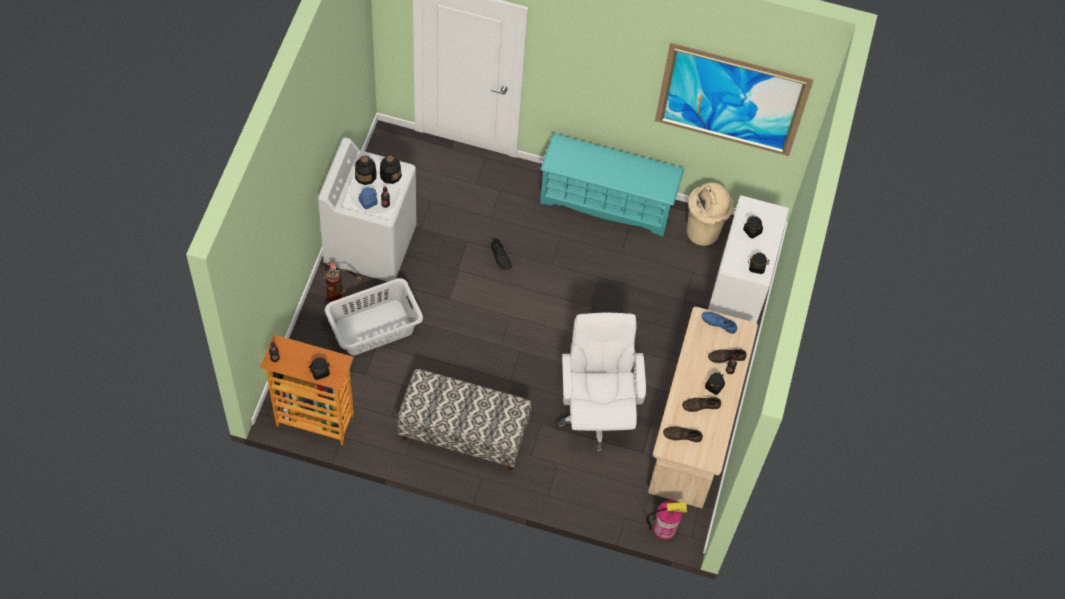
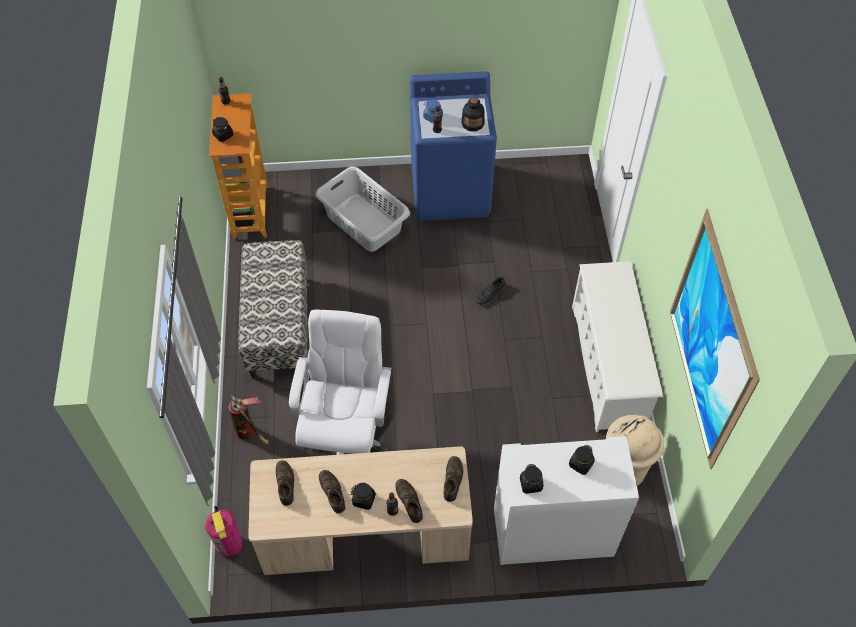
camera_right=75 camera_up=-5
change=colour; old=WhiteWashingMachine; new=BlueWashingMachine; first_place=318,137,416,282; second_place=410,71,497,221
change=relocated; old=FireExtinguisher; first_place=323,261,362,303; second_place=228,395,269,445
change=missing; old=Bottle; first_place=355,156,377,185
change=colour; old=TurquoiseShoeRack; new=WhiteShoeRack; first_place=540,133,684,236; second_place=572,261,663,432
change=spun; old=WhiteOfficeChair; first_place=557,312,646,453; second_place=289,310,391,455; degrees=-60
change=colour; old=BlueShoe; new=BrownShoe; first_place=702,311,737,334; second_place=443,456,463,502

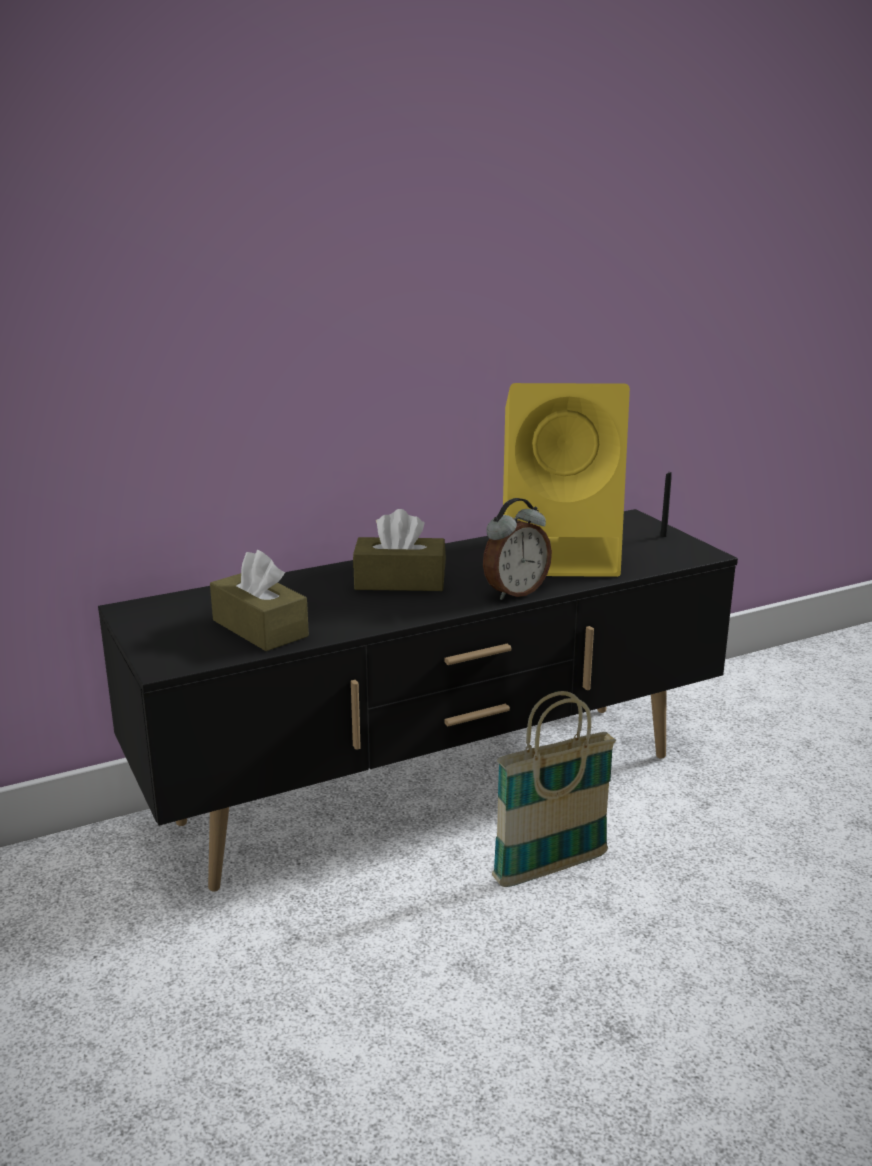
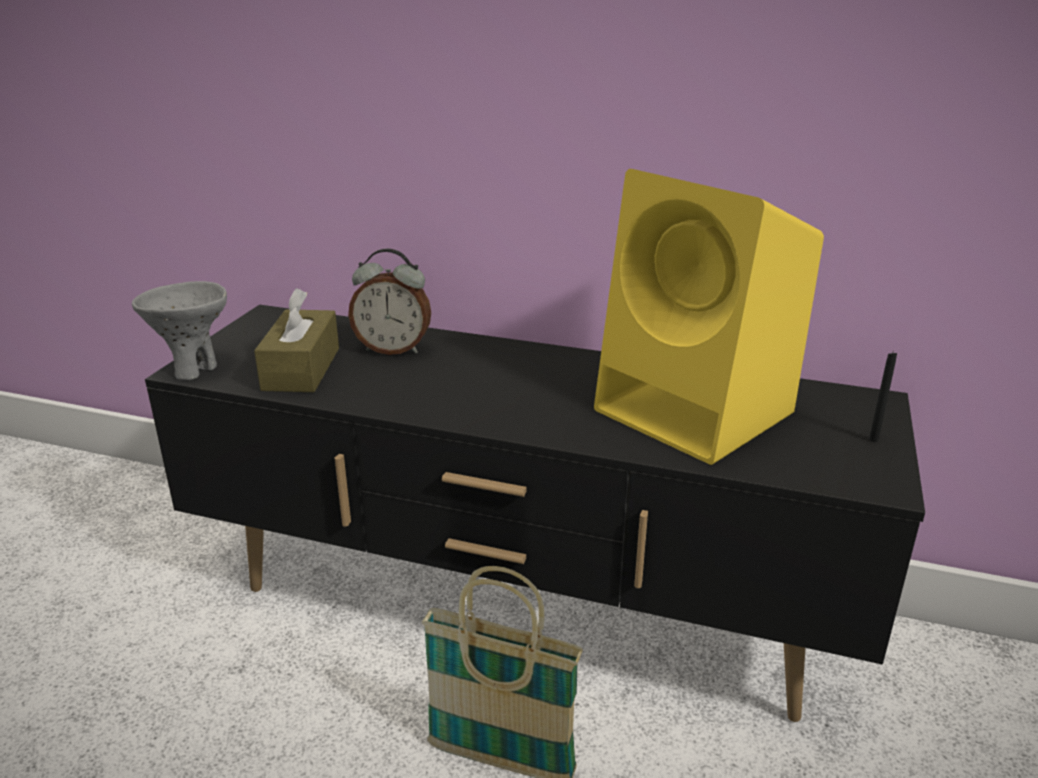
camera_right=45 camera_up=5
change=missing; old=BrownTissueBox; first_place=353,509,446,591
change=relocated; old=AlarmClock; first_place=483,498,552,600; second_place=348,248,431,355
change=appeared; new=GreyBowl; second_place=132,281,227,380

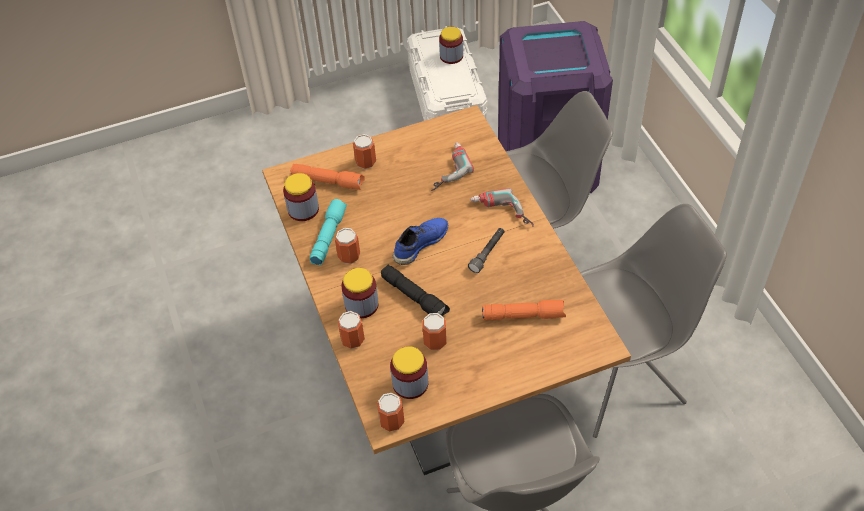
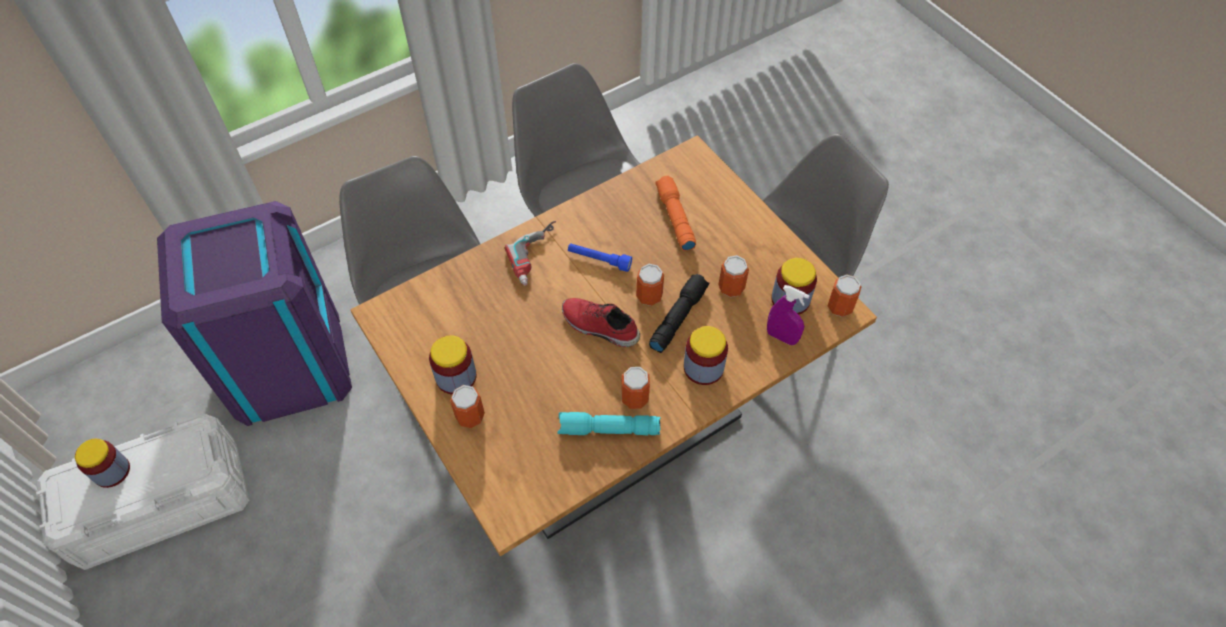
camera_right=-105 camera_up=5
change=relocated; old=Jar; first_place=283,173,319,221; second_place=429,335,476,394
change=missing; old=OrangeFlashlight; first_place=290,164,365,190
change=relocated; old=Can; first_place=338,311,365,349; second_place=636,264,664,306
change=colour; old=BlueShoe; new=RedShoe; first_place=393,218,448,265; second_place=562,298,640,347
change=missing; old=PowerDrill; first_place=431,142,474,191
change=colour; old=GreyFlashlight; new=BlueFlashlight; first_place=468,228,505,273; second_place=568,243,632,272
change=appeared; new=PurpleSprayBottle; second_place=767,285,809,345

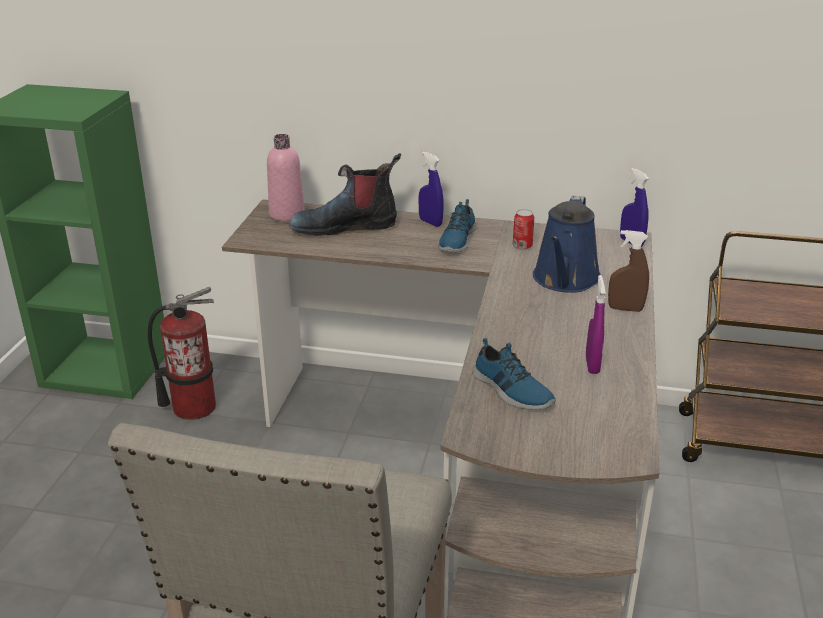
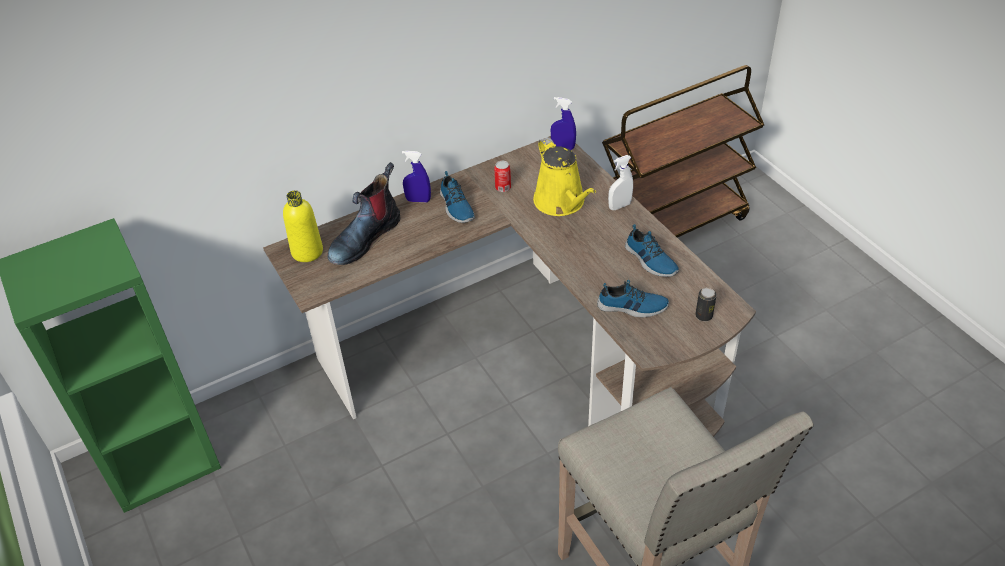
camera_right=-40 camera_up=15
change=missing; old=FireExtinguisher; first_place=148,287,216,420
change=colour; old=PinkBottle; new=YellowBottle; first_place=267,134,305,221; second_place=283,190,323,262
change=colour; old=BlueWateringCan; new=YellowWateringCan; first_place=533,196,601,293; second_place=533,137,596,216
change=exchanged; old=PurpleSprayBottle; new=Shoe; first_place=586,275,606,374; second_place=625,224,679,277
change=colour; old=BrownSprayBottle; new=WhiteSprayBottle; first_place=608,230,649,312; second_place=608,155,633,210
change=appeared; new=Can; second_place=695,287,717,321

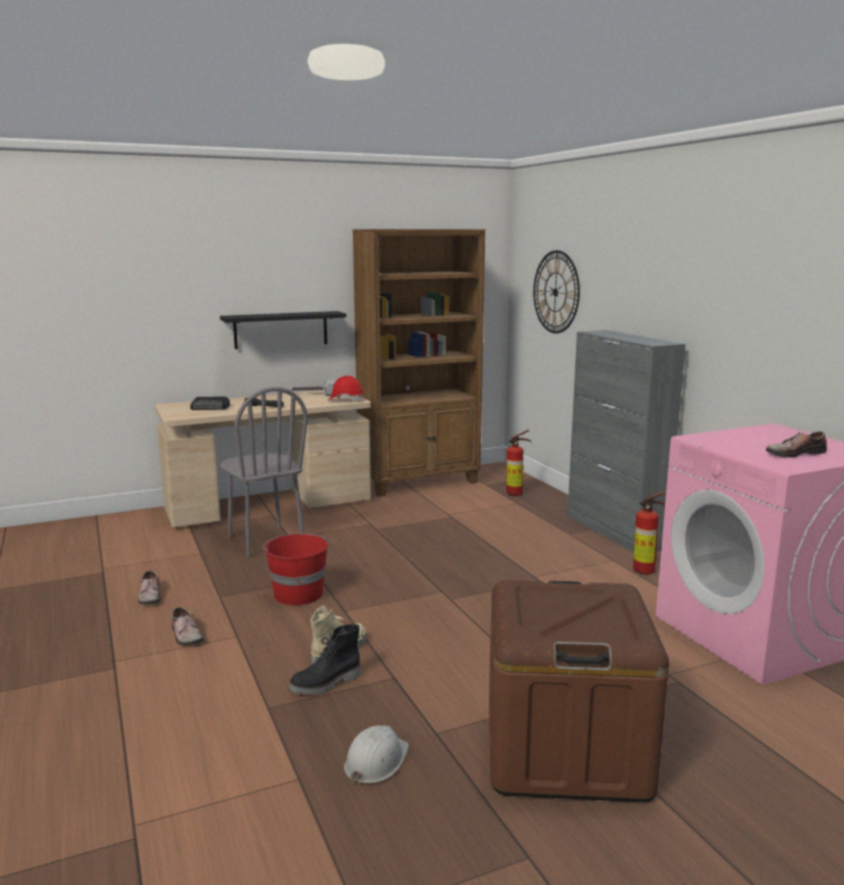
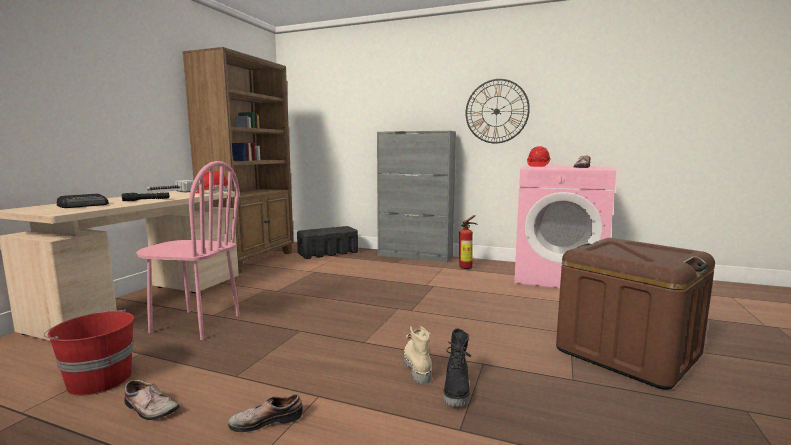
camera_right=-45 camera_up=-5
change=spun; old=Shoe; first_place=172,607,204,645; second_place=228,394,303,432; degrees=150
change=missing; old=BlackShelf; first_place=220,311,346,349
change=colour; old=GreyChair; new=PinkChair; first_place=220,387,308,557; second_place=136,161,240,340
change=relocated; old=RedBucket; first_place=263,534,328,606; second_place=44,309,134,396
change=missing; old=WhiteHardHat; first_place=344,725,409,784
change=exchanged; old=FireExtinguisher; new=BlackStorageBox; first_place=506,430,531,496; second_place=297,226,358,259
change=relocated; old=WallClock; first_place=533,250,580,333; second_place=466,79,530,144
change=appeared; new=RedHardHat; second_place=527,146,551,167

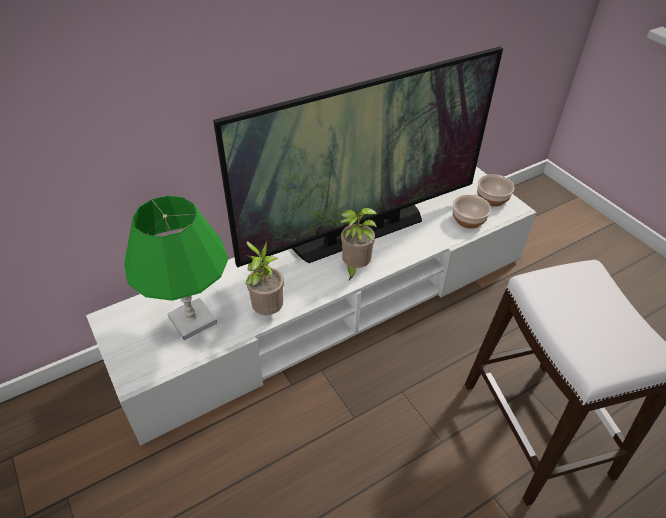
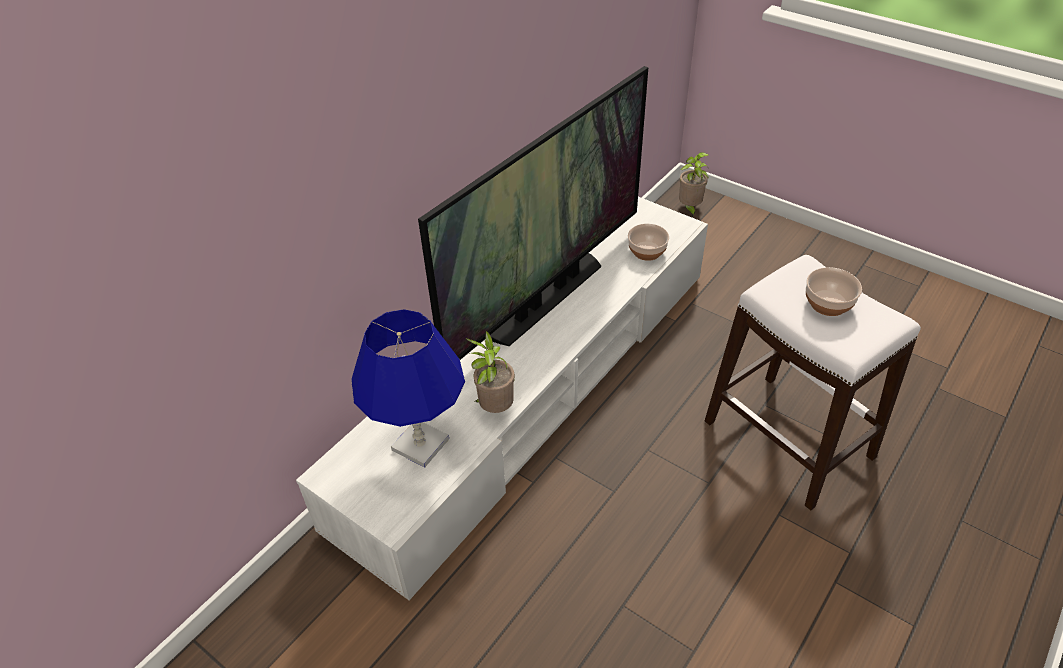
camera_right=-20 camera_up=0
change=colour; old=GreenTableLamp; new=BlueTableLamp; first_place=124,196,229,340; second_place=351,309,465,468
change=relocated; old=PottedPlant; first_place=340,208,377,280; second_place=679,152,709,218
change=relocated; old=Bowl; first_place=477,174,514,207; second_place=806,267,862,316

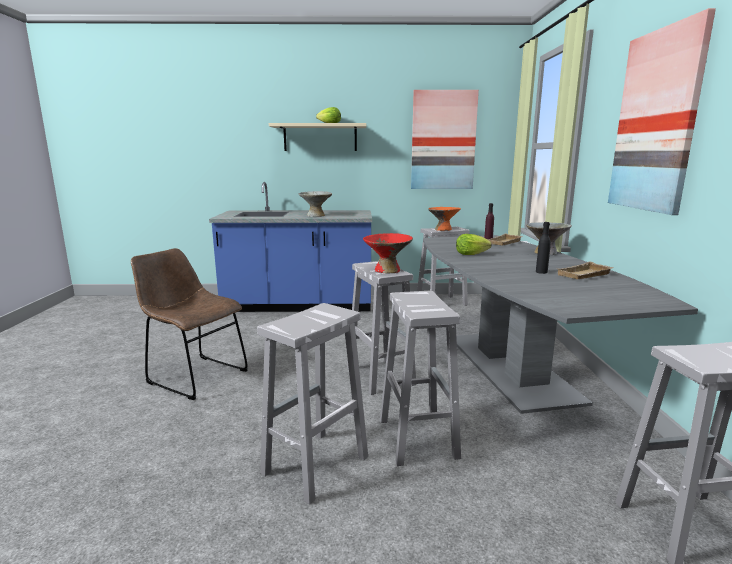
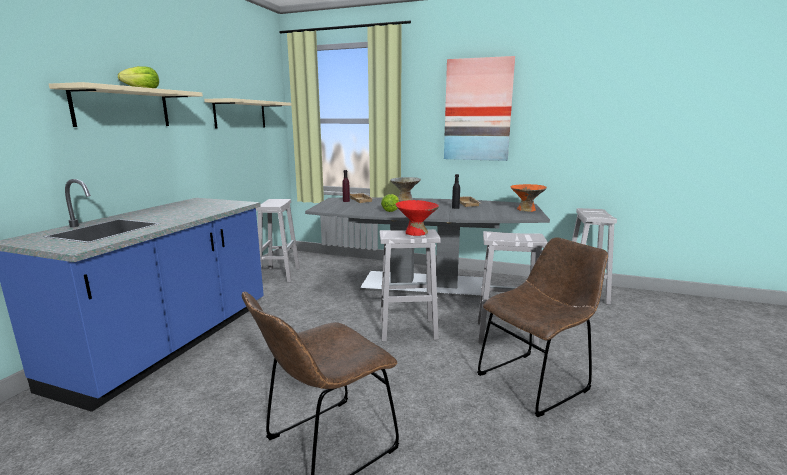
camera_right=-70 camera_up=0
change=exchanged; old=WhiteStool; new=BrownChair; first_place=257,303,368,505; second_place=477,237,608,417
change=missing; old=GreyBowl; first_place=299,191,332,217
change=exchanged; old=Picture; new=BeigeShelf; first_place=411,90,479,189; second_place=204,98,291,128
change=relocated; old=OrangeBowl; first_place=428,207,461,231; second_place=511,184,547,212

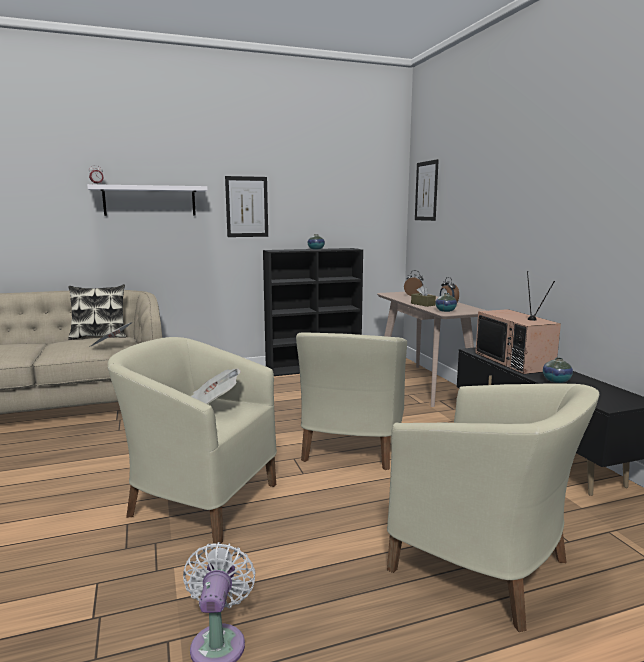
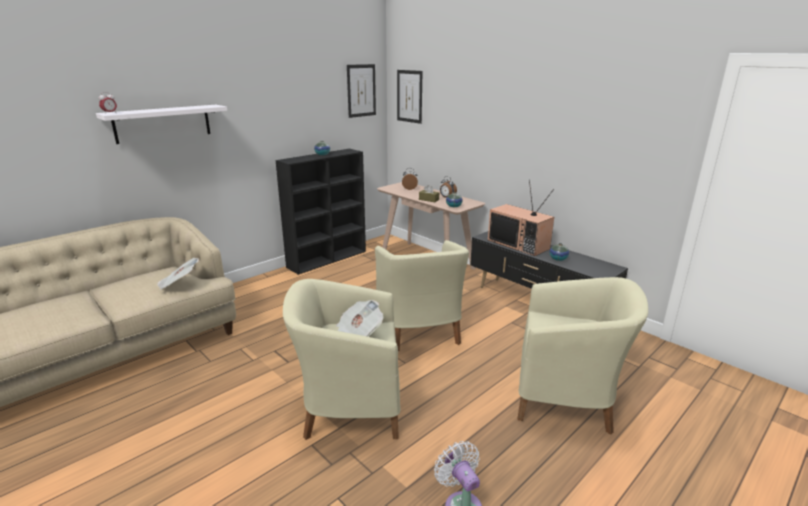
camera_right=-25 camera_up=10
change=missing; old=Pillow; first_place=68,284,126,340
change=relocated; old=Picture; first_place=225,176,268,237; second_place=347,64,376,118

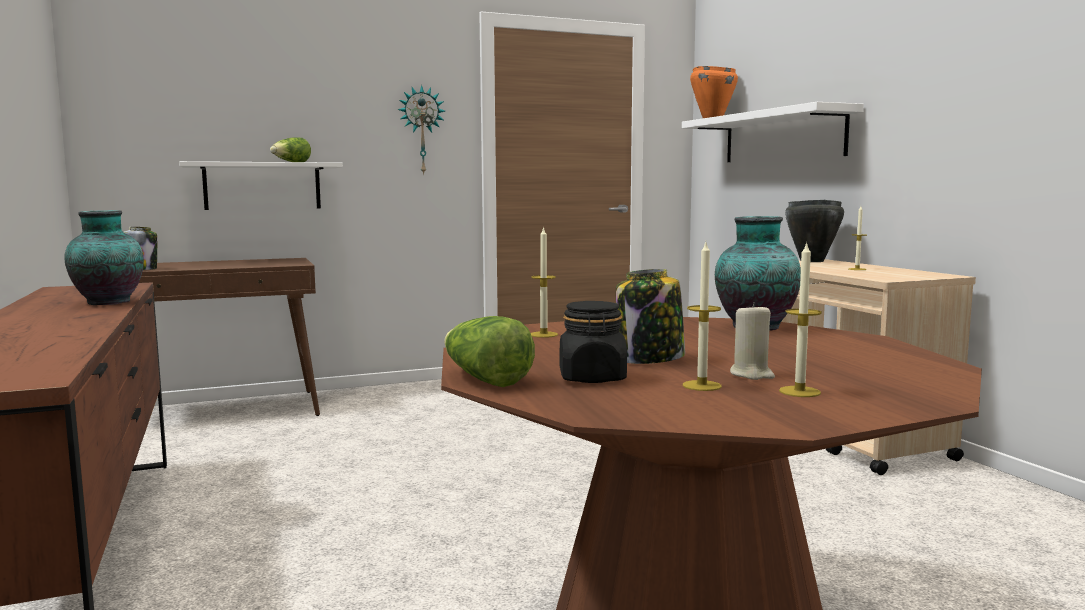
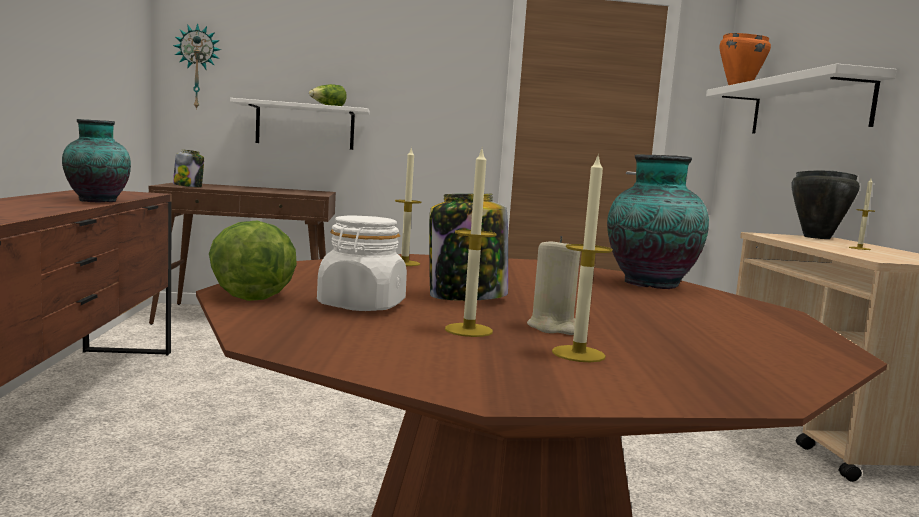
camera_right=15 camera_up=0
change=relocated; old=WallClock; first_place=398,85,445,175; second_place=173,23,221,110
change=colour; old=BlackJar; new=WhiteJar; first_place=560,301,627,383; second_place=317,216,407,311

